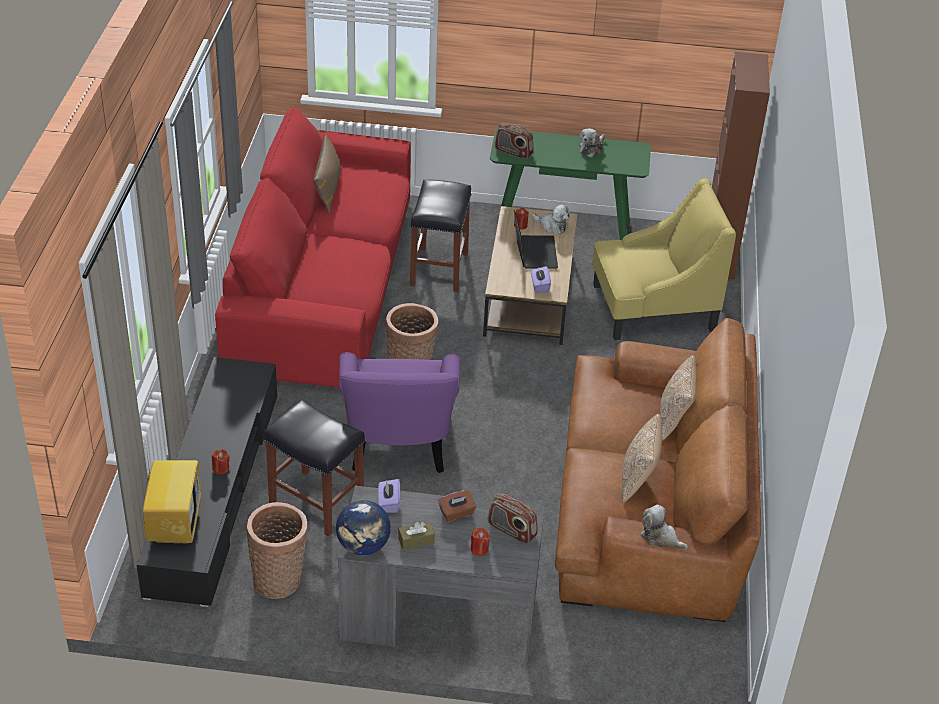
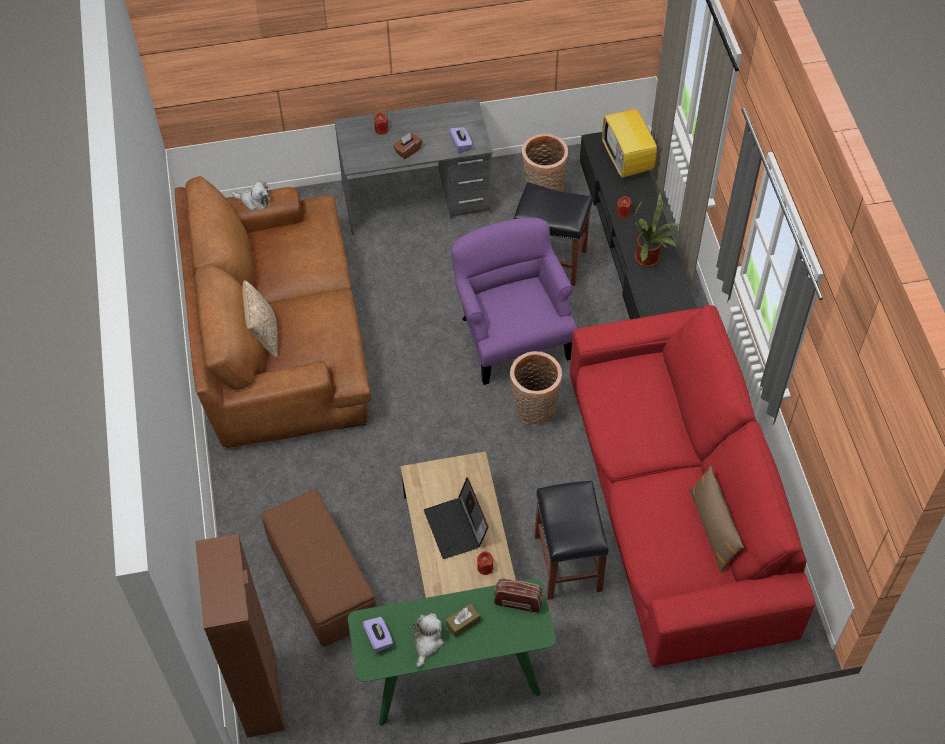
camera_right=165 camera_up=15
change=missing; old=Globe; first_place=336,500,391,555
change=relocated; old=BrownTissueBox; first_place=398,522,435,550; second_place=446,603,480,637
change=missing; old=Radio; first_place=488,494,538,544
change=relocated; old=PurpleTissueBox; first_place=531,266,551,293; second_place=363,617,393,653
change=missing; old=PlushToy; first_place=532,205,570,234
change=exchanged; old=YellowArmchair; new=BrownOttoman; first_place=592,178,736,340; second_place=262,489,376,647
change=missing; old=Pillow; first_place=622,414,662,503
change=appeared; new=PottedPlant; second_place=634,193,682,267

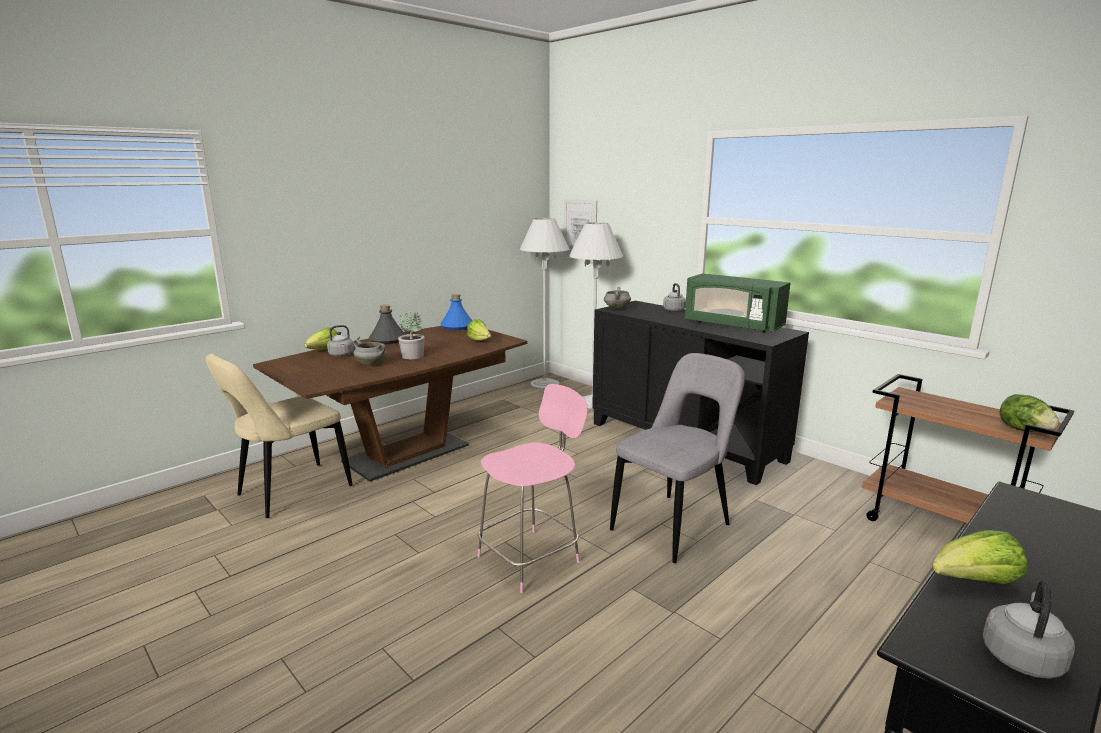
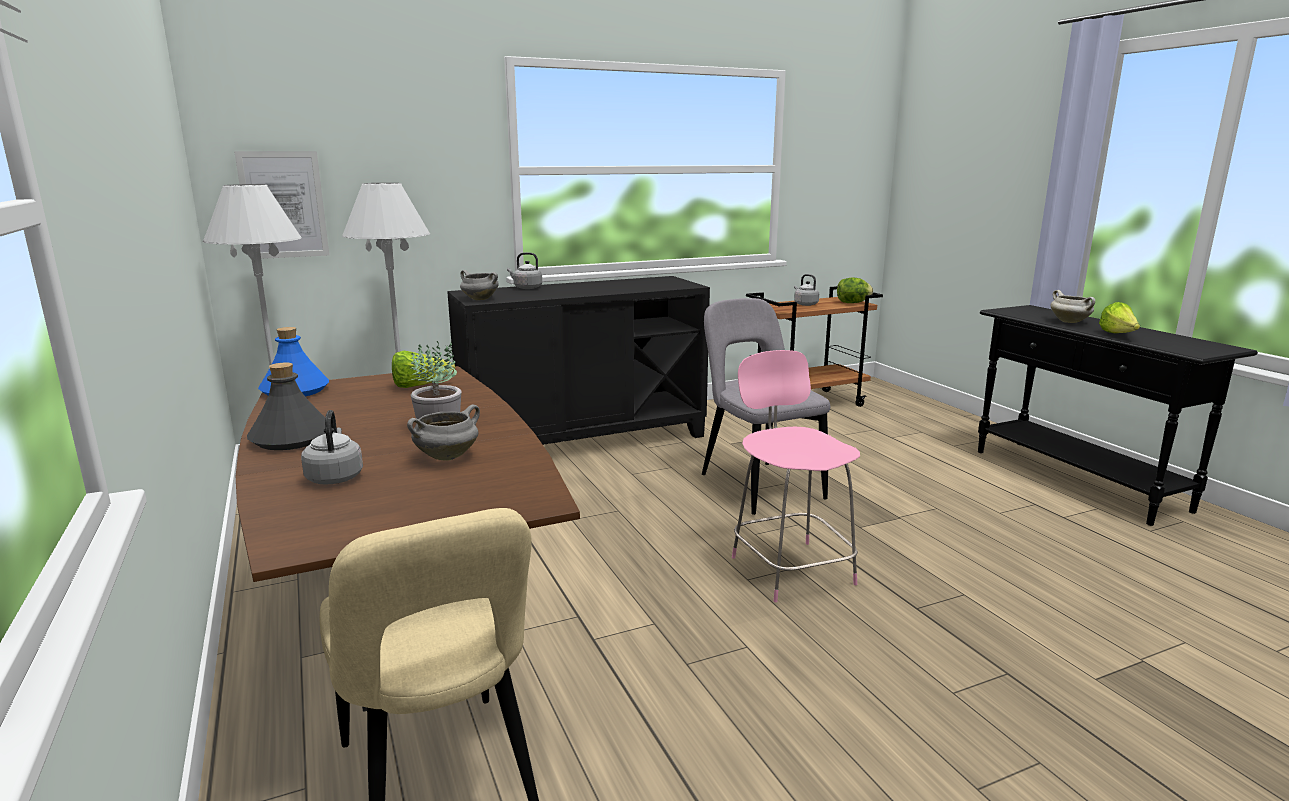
camera_right=-70 camera_up=0
change=missing; old=Lettuce; first_place=304,327,338,349
change=missing; old=GreenMicrowave; first_place=685,273,790,333
change=relocated; old=GreyKettle; first_place=983,580,1075,679; second_place=794,274,819,306
change=appeared; new=WhiteCookingPot; second_place=1050,290,1095,323

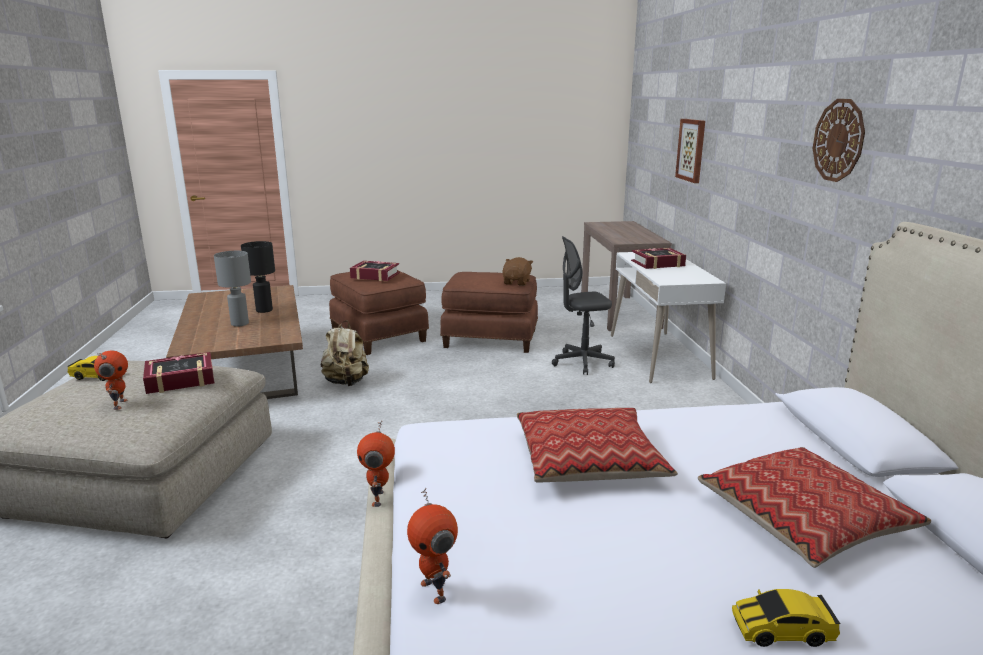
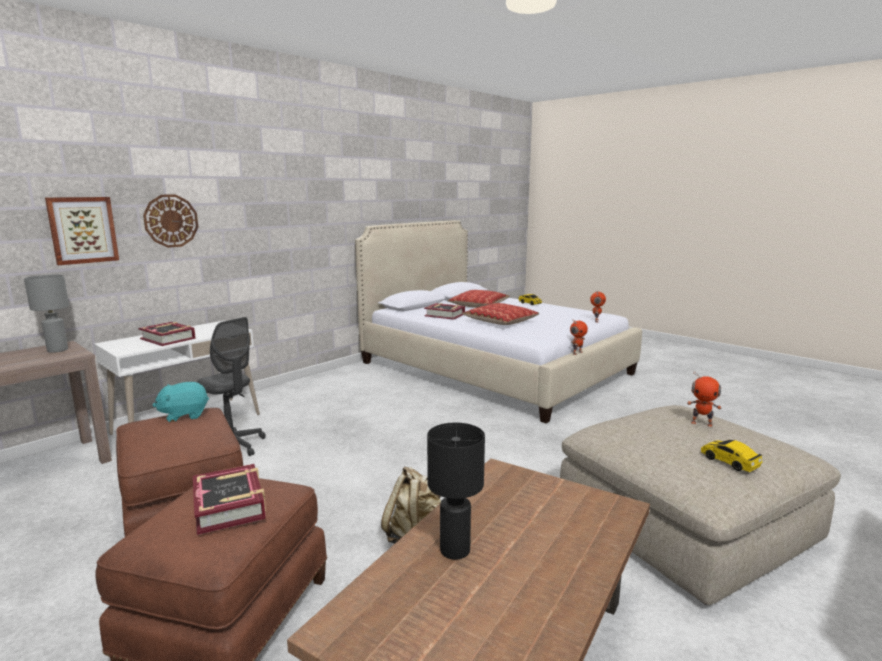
camera_right=-130 camera_up=-5
change=spun; old=ToyRobot; first_place=94,351,128,410; second_place=687,371,722,427; degrees=-105
change=relocated; old=Book; first_place=143,352,214,394; second_place=424,303,465,320
change=relocated; old=GreyTableLamp; first_place=214,251,251,327; second_place=24,275,69,353
change=colour; old=BrownPlushToy; new=TurquoisePlushToy; first_place=502,257,533,286; second_place=152,382,209,422
change=relocated; old=WallClock; first_place=813,99,865,182; second_place=143,195,198,248

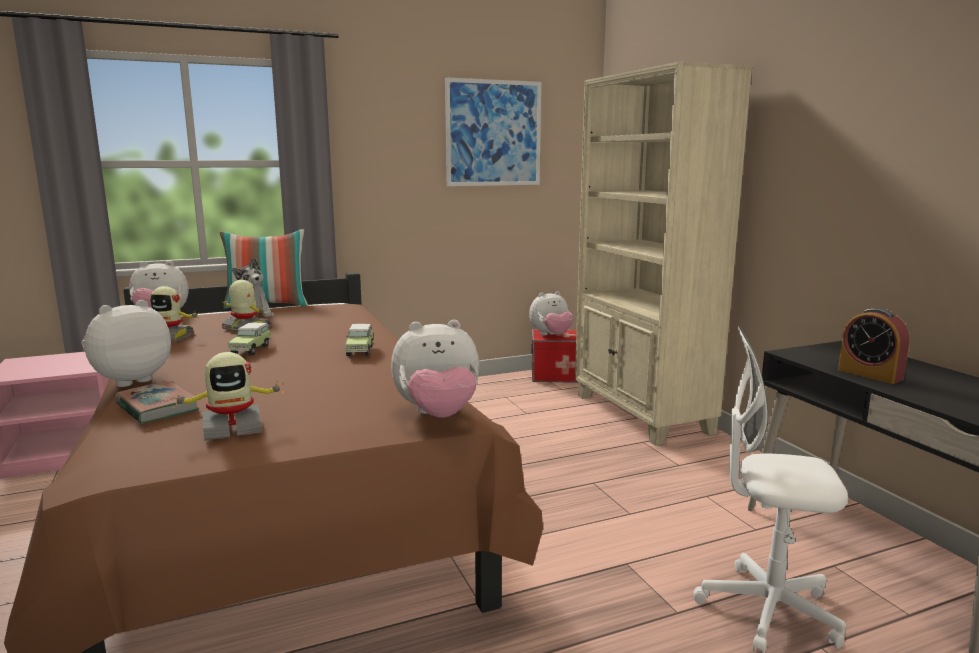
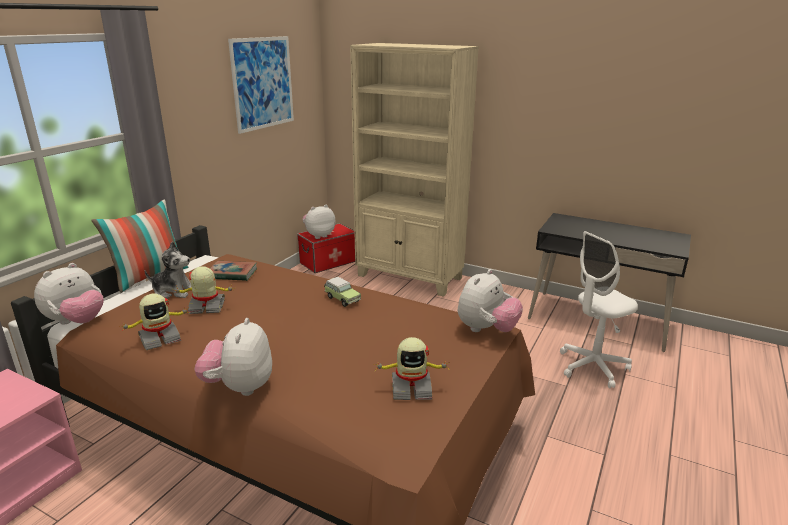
camera_right=-40 camera_up=10
change=relocated; old=Book; first_place=115,381,199,424; second_place=210,261,257,281
change=spun; old=ToyRobot; first_place=171,352,284,441; second_place=375,337,449,400; degrees=60
change=missing; old=ToyCar; first_place=228,323,271,355
change=spun; old=PlushToy; first_place=529,291,573,335; second_place=303,205,335,239; degrees=-150
change=missing; old=AlarmClock; first_place=838,308,910,384

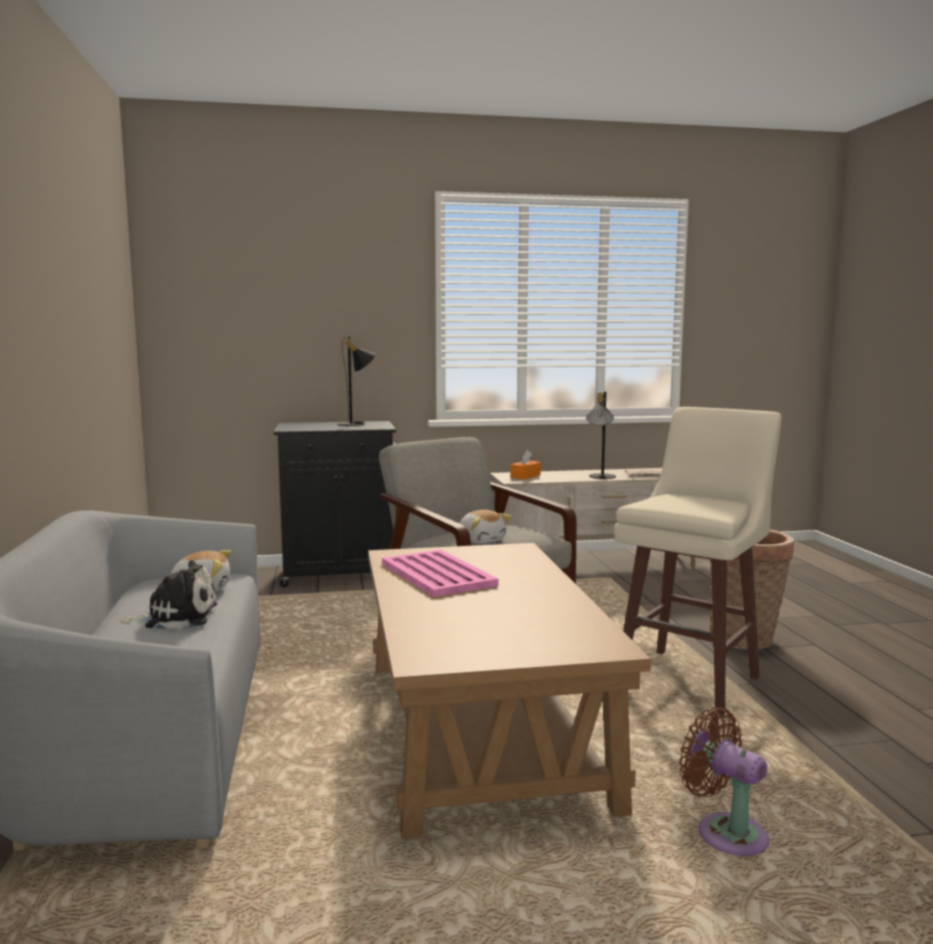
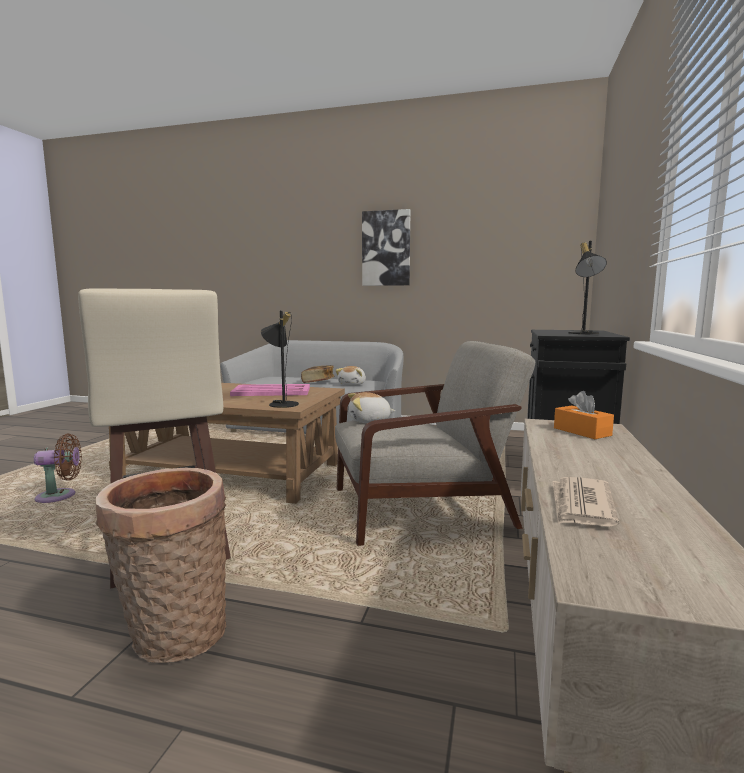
camera_right=115 camera_up=0
change=exchanged; old=PlushToy; new=Book; first_place=120,560,217,629; second_place=301,365,335,383
change=relocated; old=BlackTableLamp; first_place=586,392,616,479; second_place=261,311,299,408
change=appeared; new=Picture; second_place=362,209,411,286

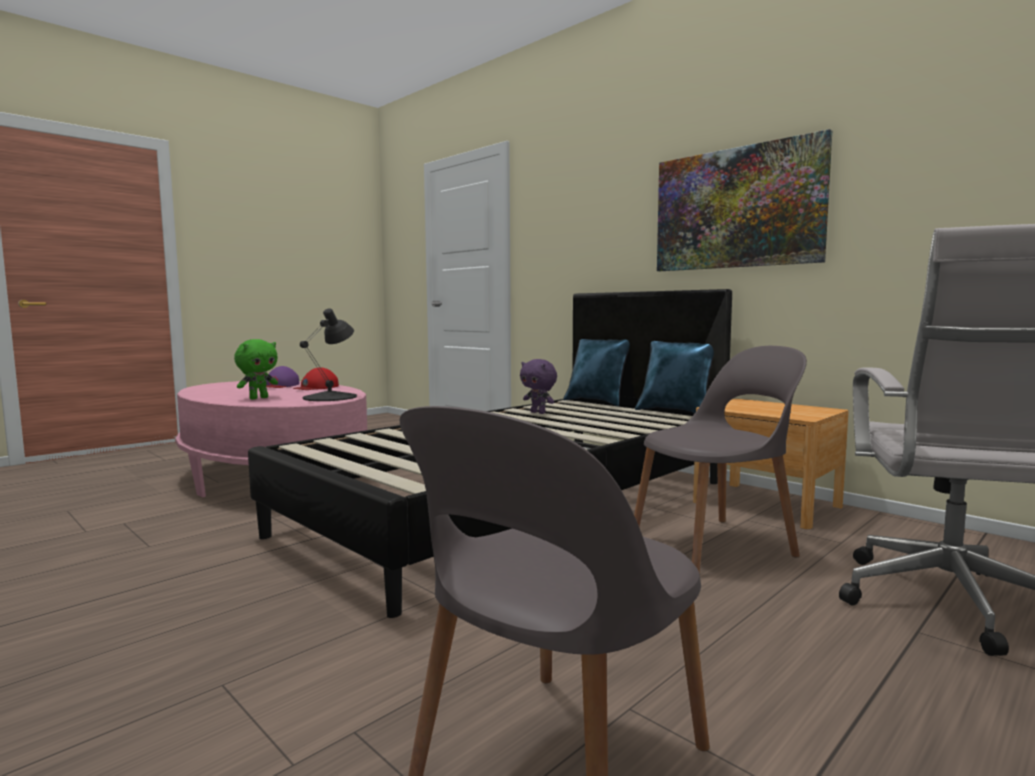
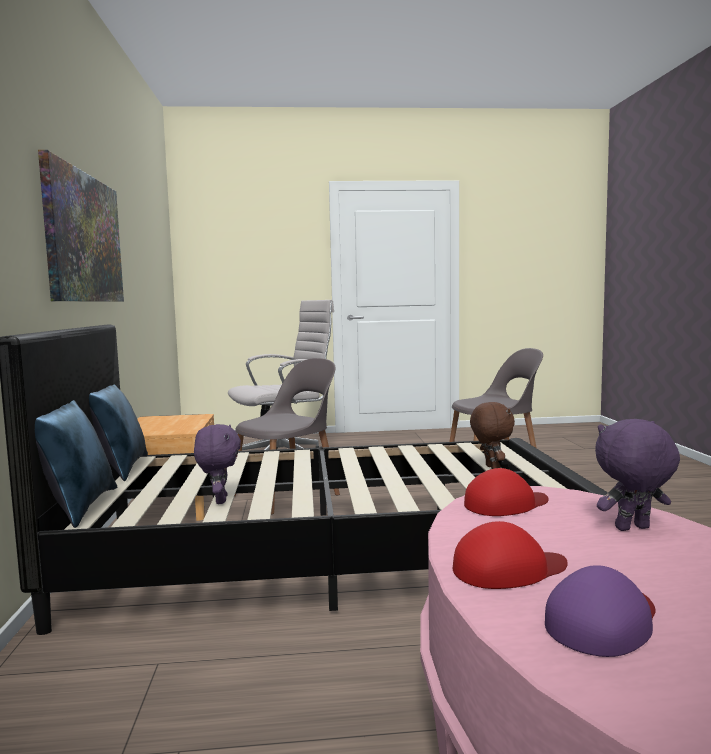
camera_right=-140 camera_up=0
change=colour; old=GreenPlushToy; new=PurplePlushToy; first_place=234,339,278,400; second_place=595,419,680,531
change=exchanged; old=BlackTableLamp; new=RedCap; first_place=300,308,357,401; second_place=464,468,549,516
change=spun; old=GreyChair; first_place=634,346,807,574; second_place=234,358,340,515; degrees=120
change=appeared; new=BrownPlushToy; second_place=470,402,515,469

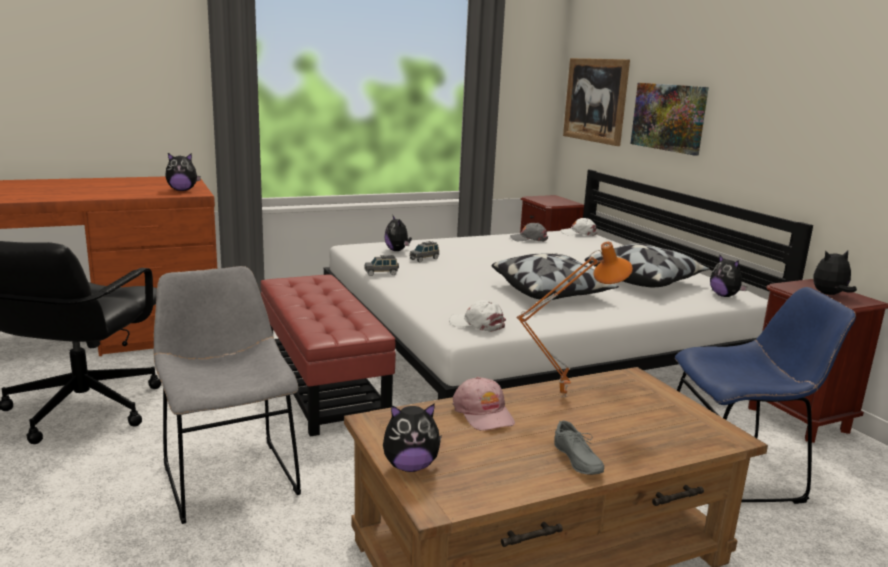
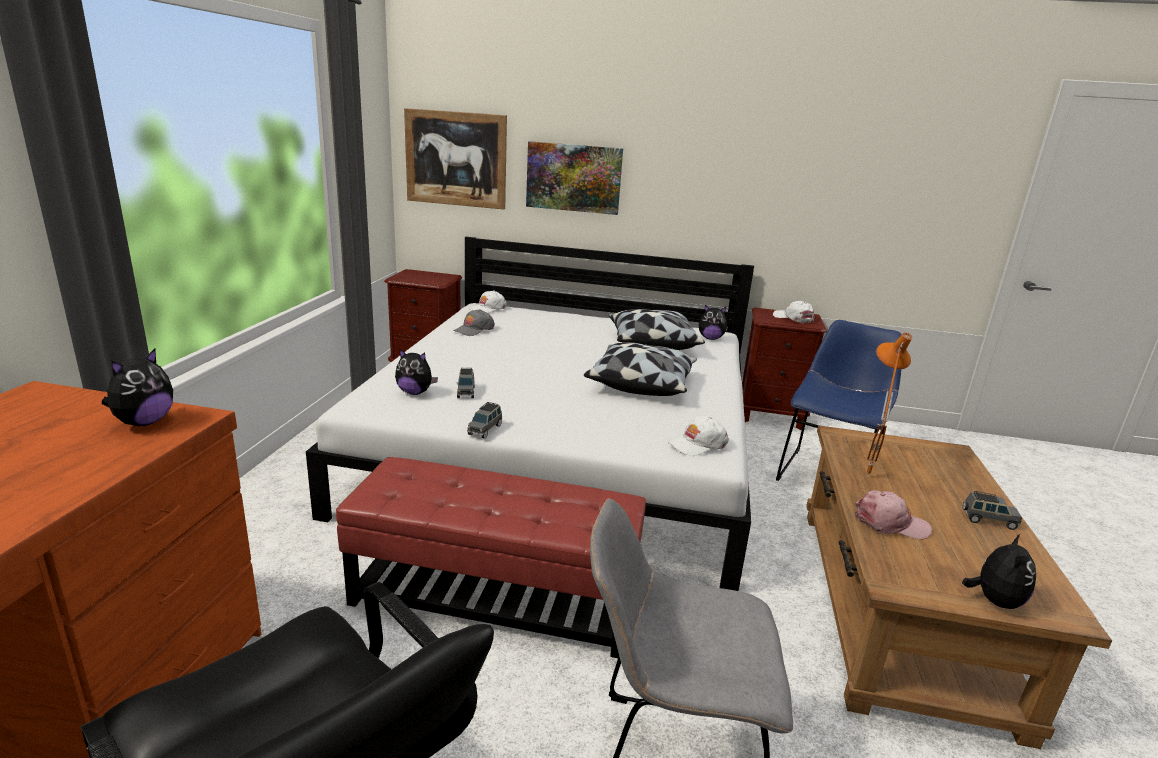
camera_right=-55 camera_up=5
change=exchanged; old=GreyShoe; new=GreyToyCar; first_place=554,421,604,475; second_place=963,491,1022,530
change=exchanged; old=PlushToy; new=WhiteCap; first_place=814,250,857,295; second_place=773,301,816,323

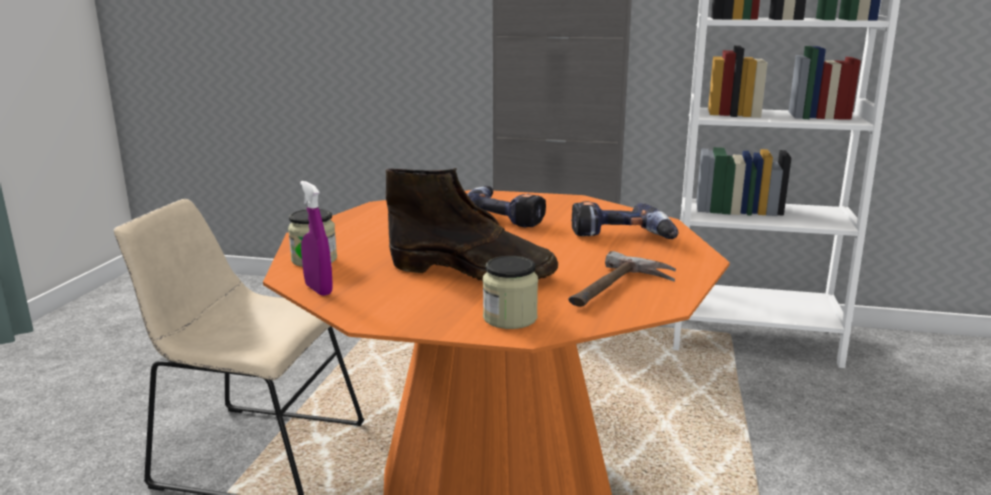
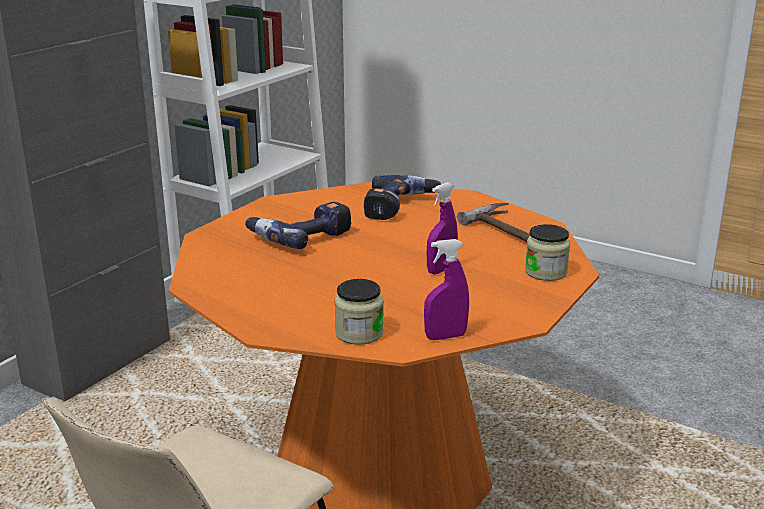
camera_right=-70 camera_up=5
change=exchanged; old=BrownBoot; new=PurpleSprayBottle; first_place=386,168,558,282; second_place=427,182,458,275

